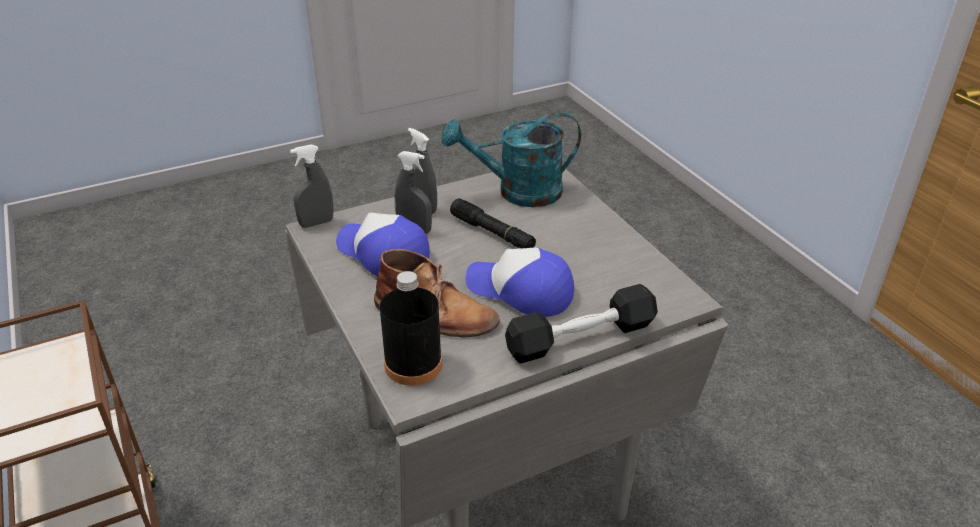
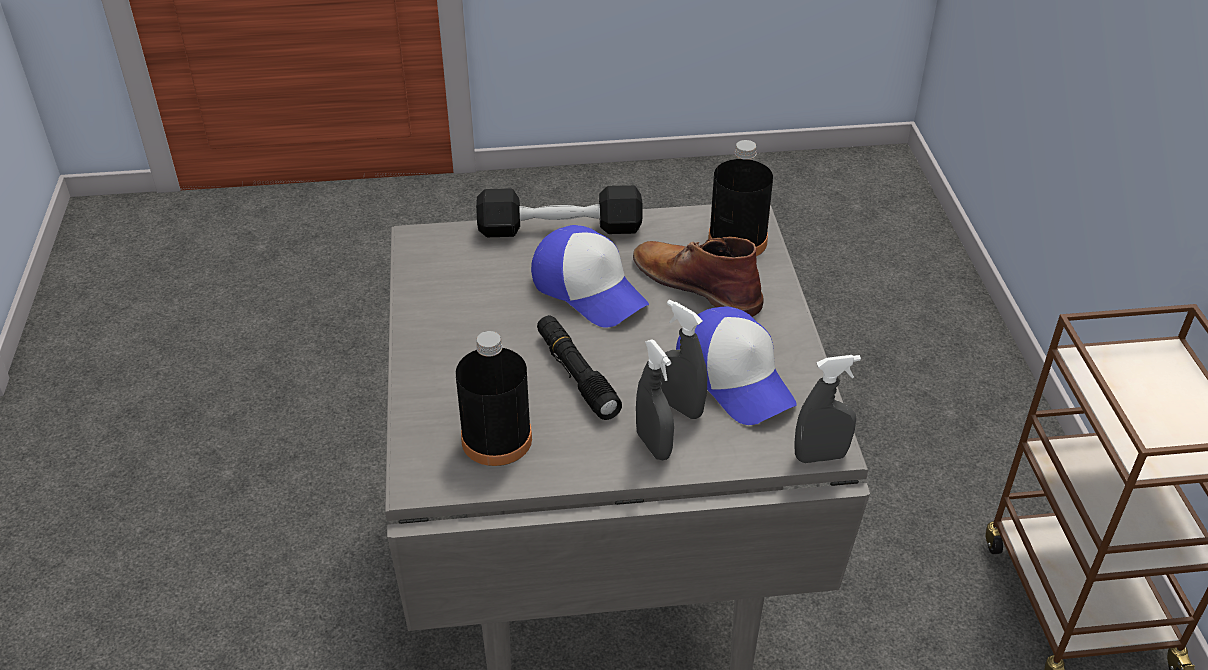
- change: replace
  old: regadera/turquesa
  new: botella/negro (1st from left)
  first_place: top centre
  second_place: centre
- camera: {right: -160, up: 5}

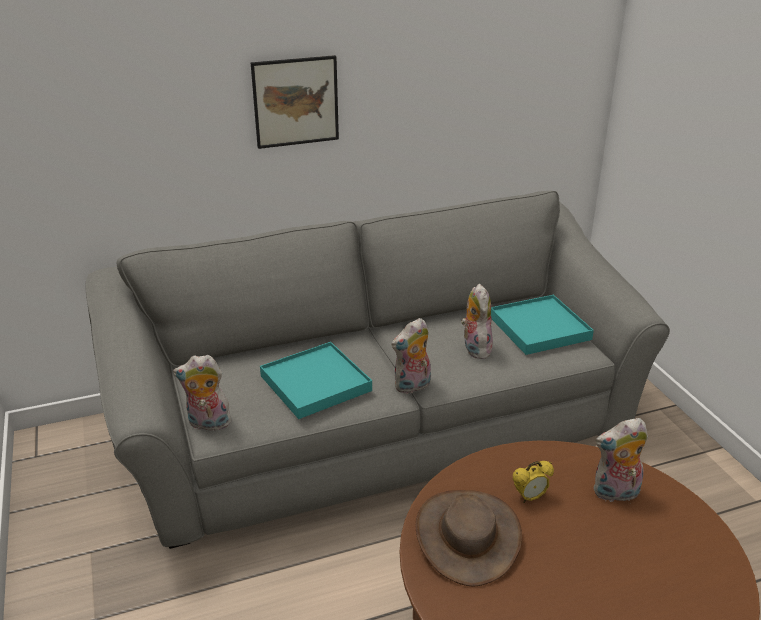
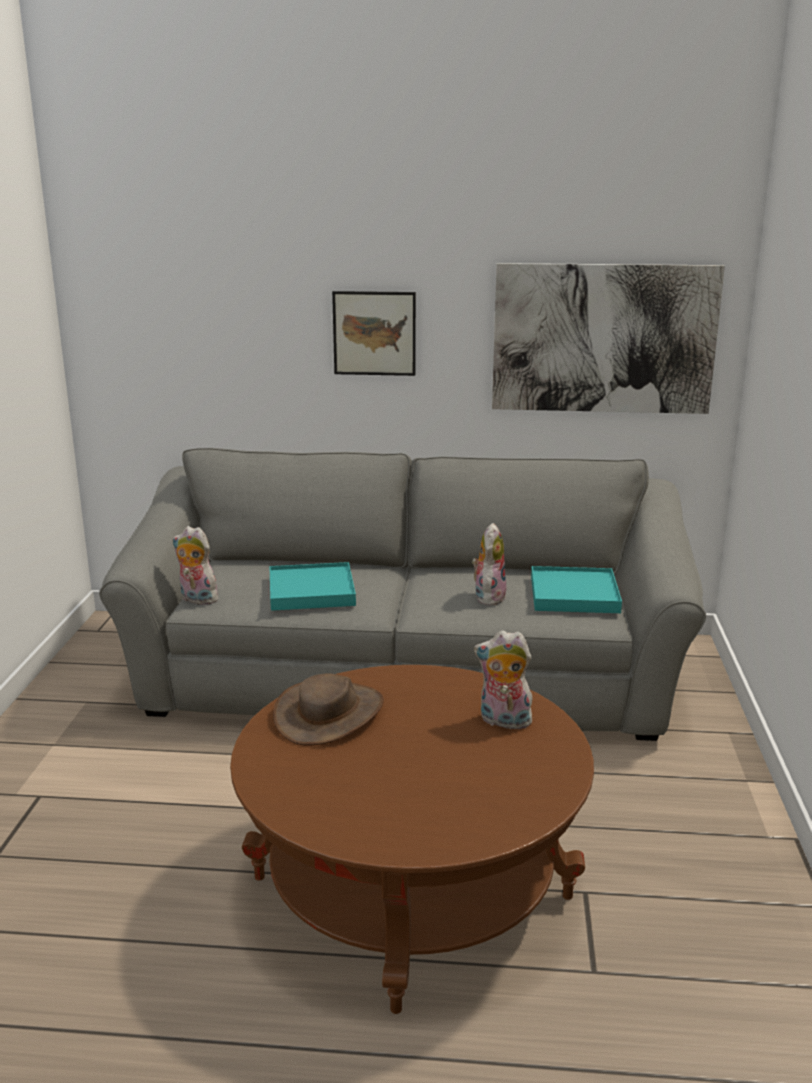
- change: insert
  new: cuadro (2nd from left)
  second_place: top right
- change: delete
  old: peluche (2nd from left)
  first_place: centre
- change: delete
  old: despertador
  first_place: bottom right
- camera: {right: 25, up: -10}

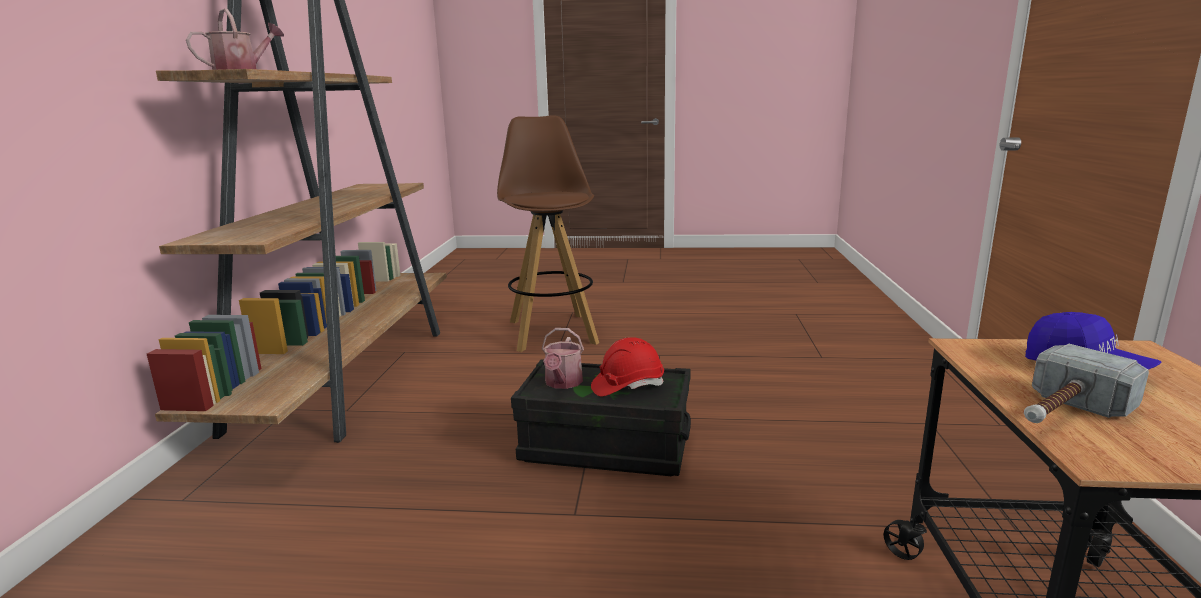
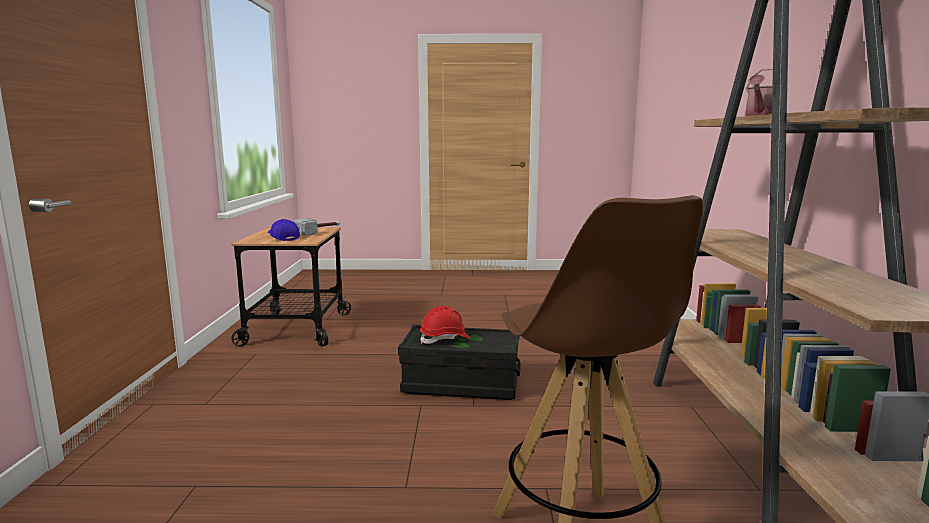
- change: delete
  old: regadera (2nd from left)
  first_place: centre
- camera: {right: 175, up: -5}

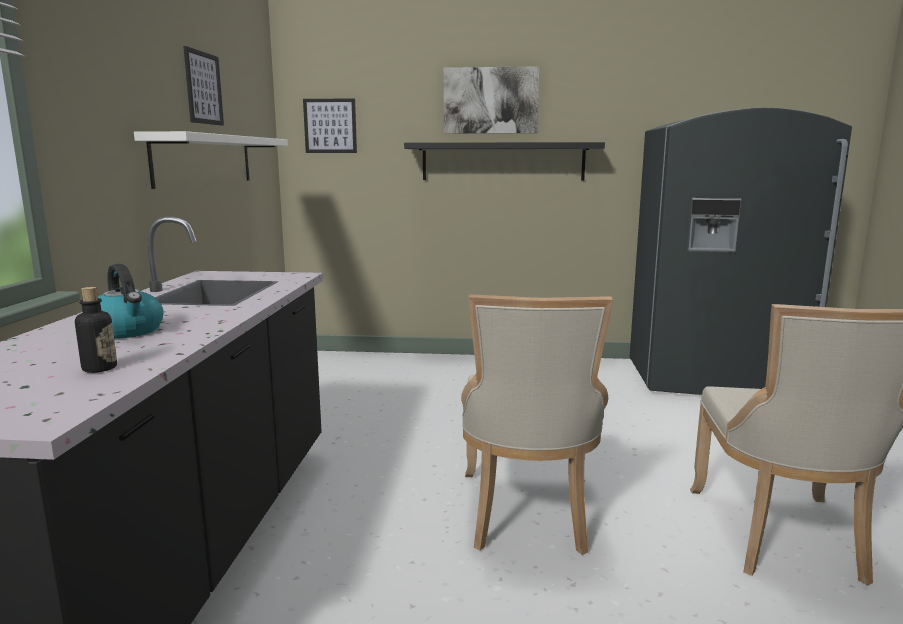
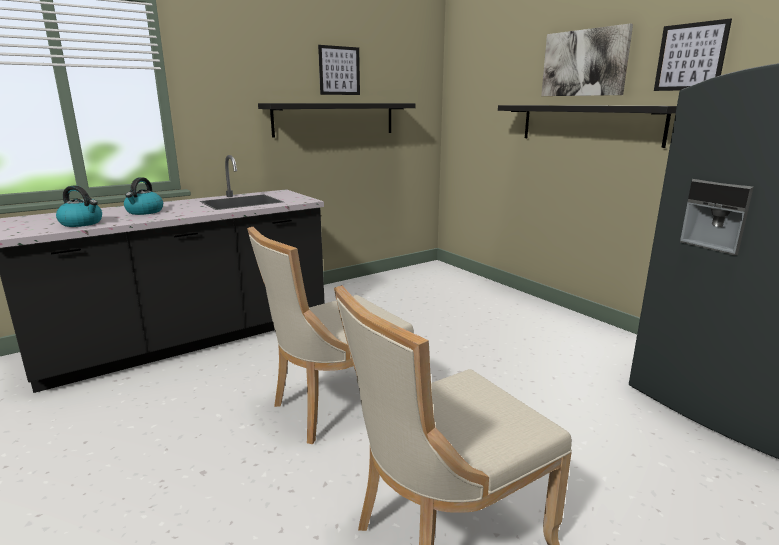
- change: replace
  old: botella
  new: hervidor (1st from left)
  first_place: middle left
  second_place: middle left
- change: recolor
  old: estante/blanco
  new: estante/negro (1st from left)
  first_place: top left
  second_place: top centre
- change: move
  old: cuadro (2nd from left in the first image)
  new: cuadro (3rd from left)
  first_place: top centre
  second_place: top right
- camera: {right: 50, up: 5}

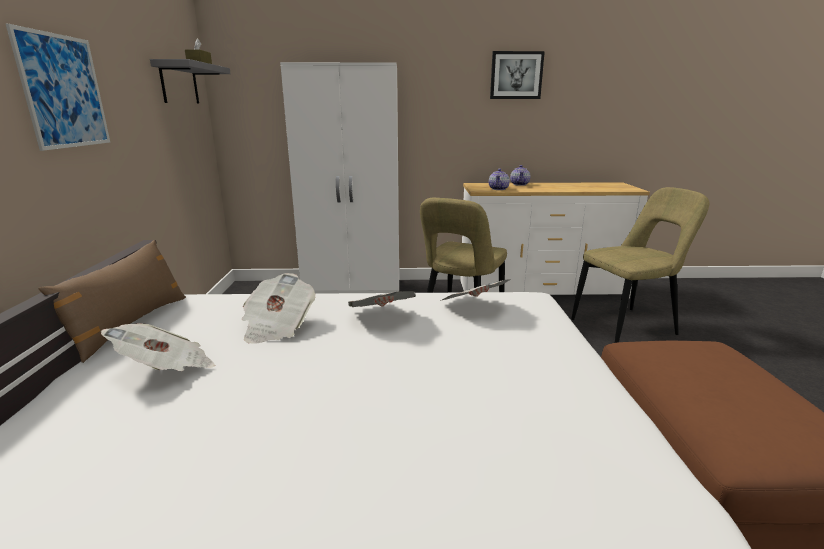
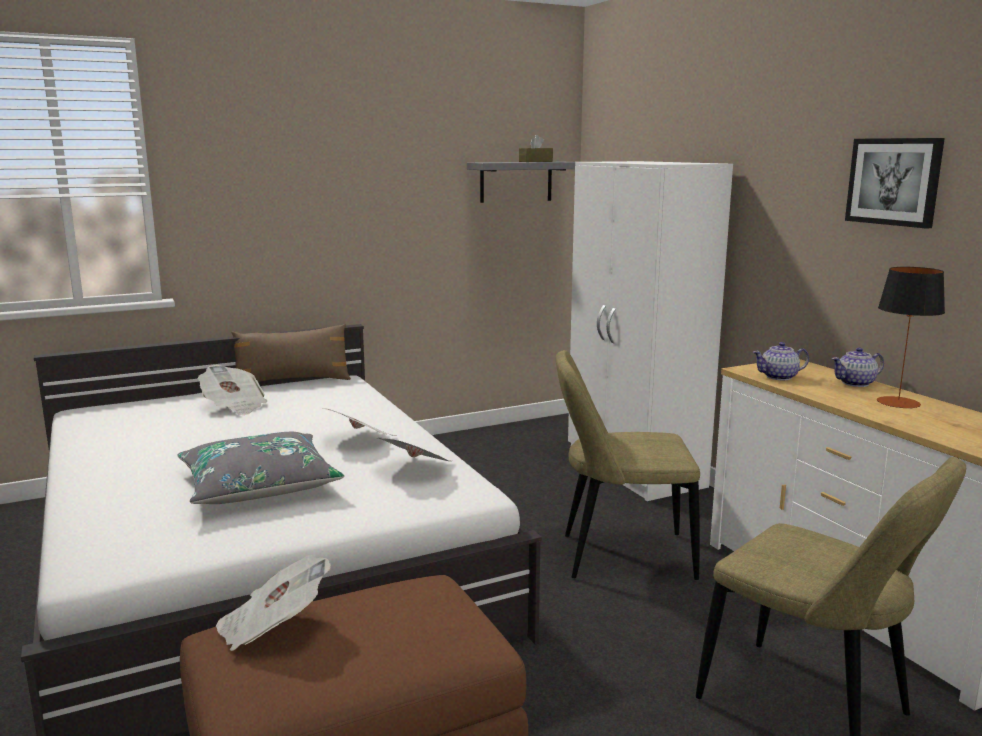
- change: insert
  new: cojín/gris
  second_place: middle left
- change: move
  old: periódico (2nd from left)
  first_place: centre
  second_place: bottom left
- change: insert
  new: lámpara de mesa
  second_place: middle right
- change: delete
  old: cuadro (1st from left)
  first_place: top left
- camera: {right: 65, up: -5}

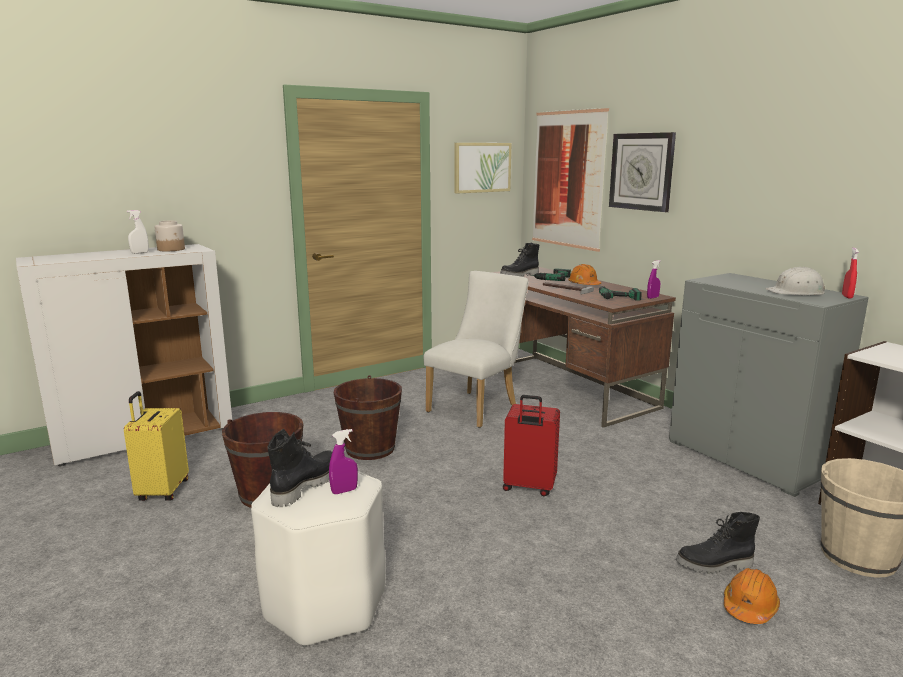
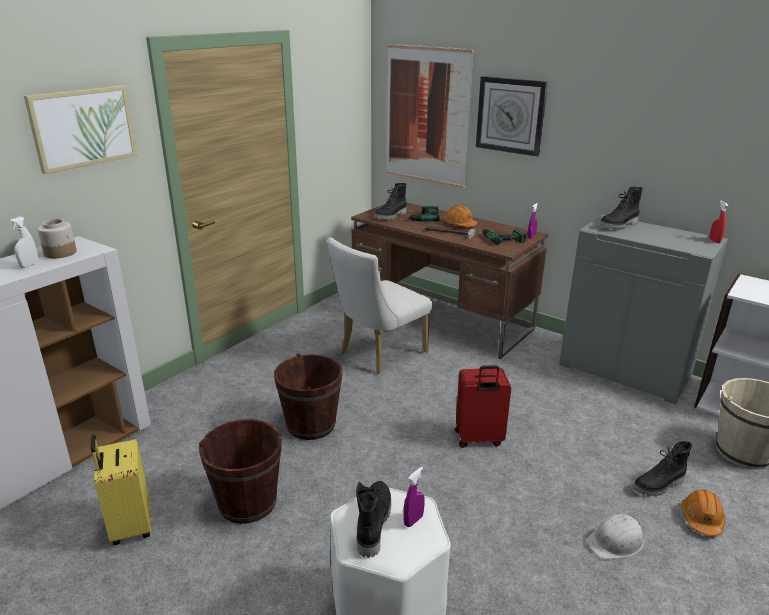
- change: move
  old: cuadro (1st from left)
  first_place: top centre
  second_place: top left
- change: rotate
  old: silla/blanco
  first_place: centre
  second_place: centre
  degrees: -150
- change: move
  old: casco/blanco
  first_place: middle right
  second_place: bottom right
- change: insert
  new: bota/negro (3rd from left)
  second_place: middle right
- camera: {right: -20, up: 10}

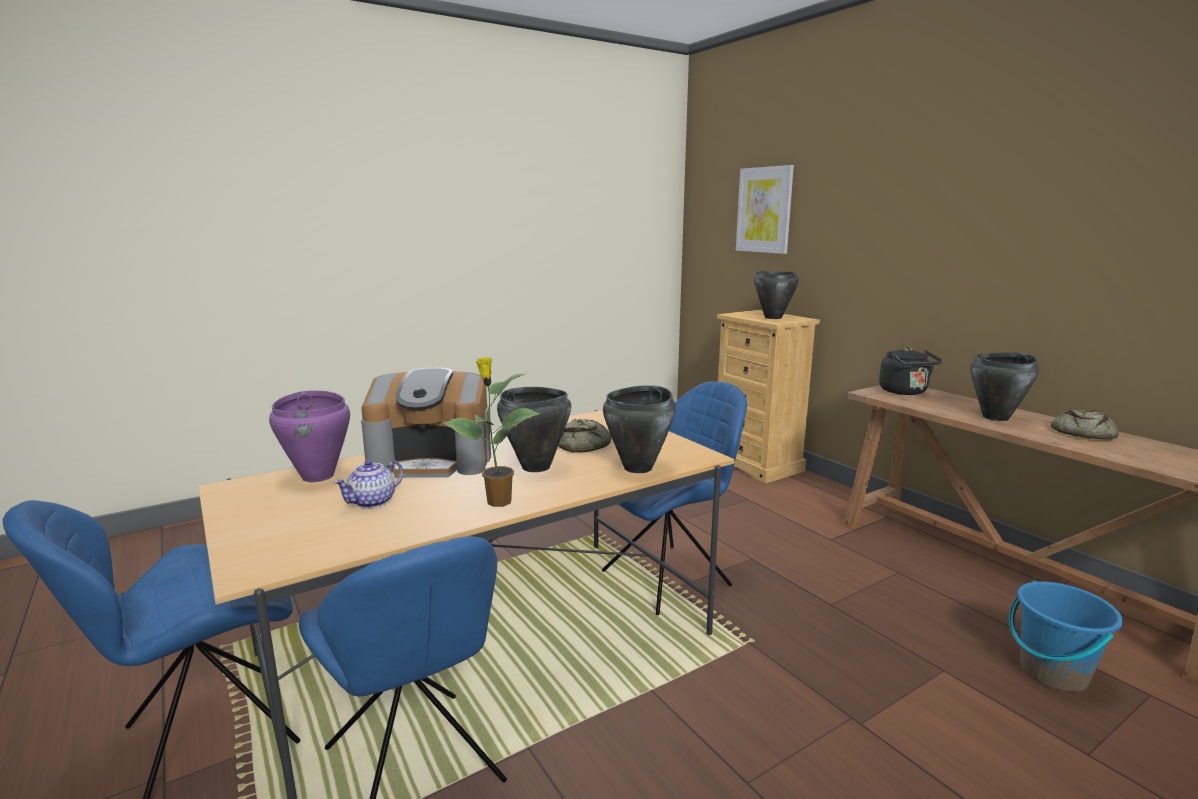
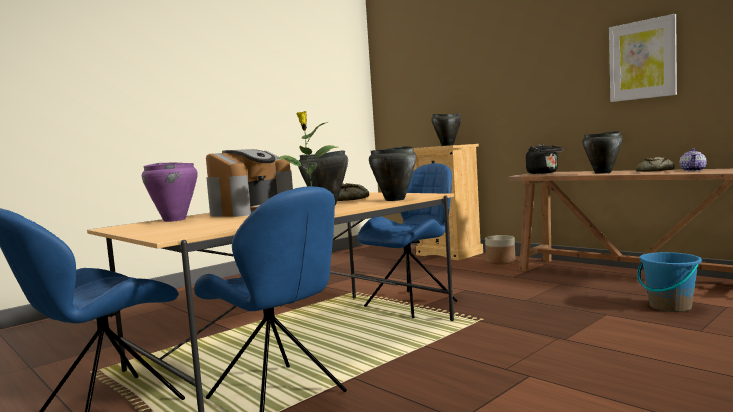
- change: rotate
  old: cafetera
  first_place: centre
  second_place: centre
  degrees: -45
- change: insert
  new: maceta
  second_place: middle right
- change: move
  old: cuadro
  first_place: top centre
  second_place: top right
- change: move
  old: tetera
  first_place: middle left
  second_place: middle right
- camera: {right: -10, up: -10}

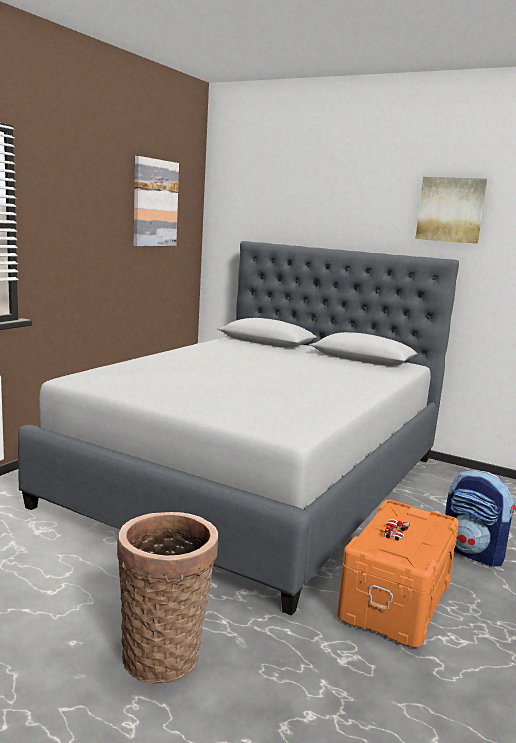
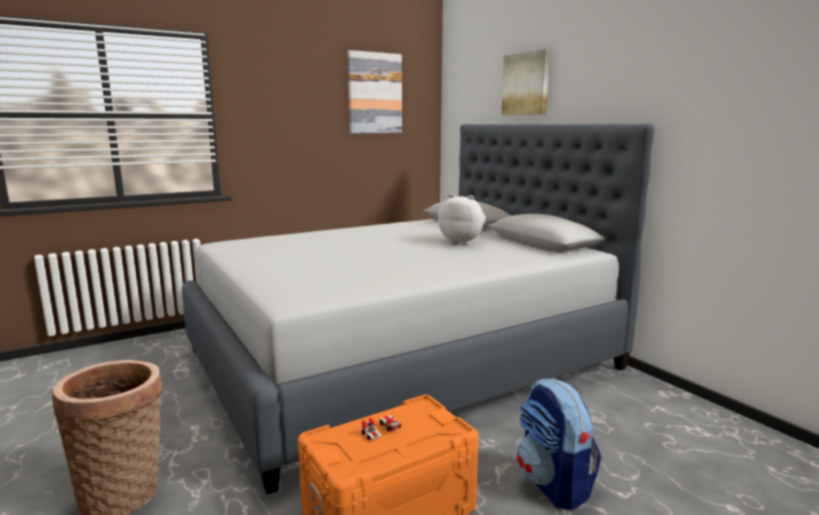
- change: insert
  new: peluche
  second_place: centre
- change: move
  old: cuadro (2nd from left)
  first_place: top right
  second_place: top centre
- camera: {right: 30, up: 0}

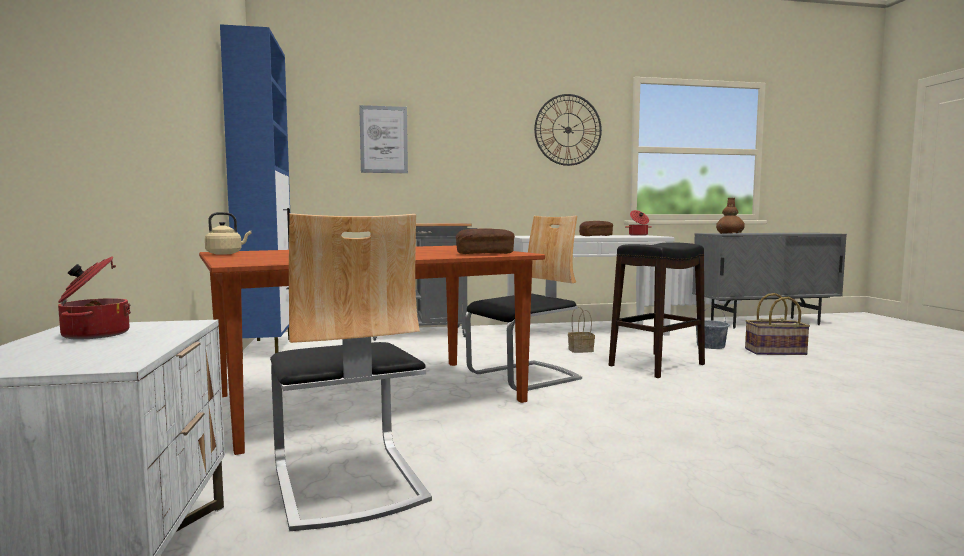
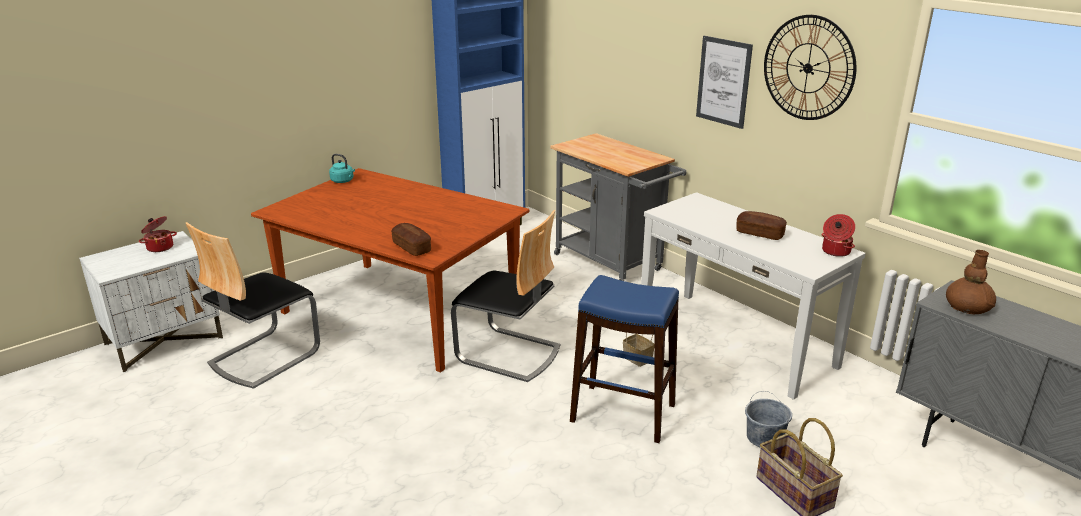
- change: recolor
  old: hervidor/beis
  new: hervidor/turquesa
  first_place: middle left
  second_place: top left
- change: recolor
  old: taburete/negro
  new: taburete/azul
  first_place: middle right
  second_place: bottom centre
- change: move
  old: cuadro
  first_place: top centre
  second_place: top right
- camera: {right: 60, up: 20}

